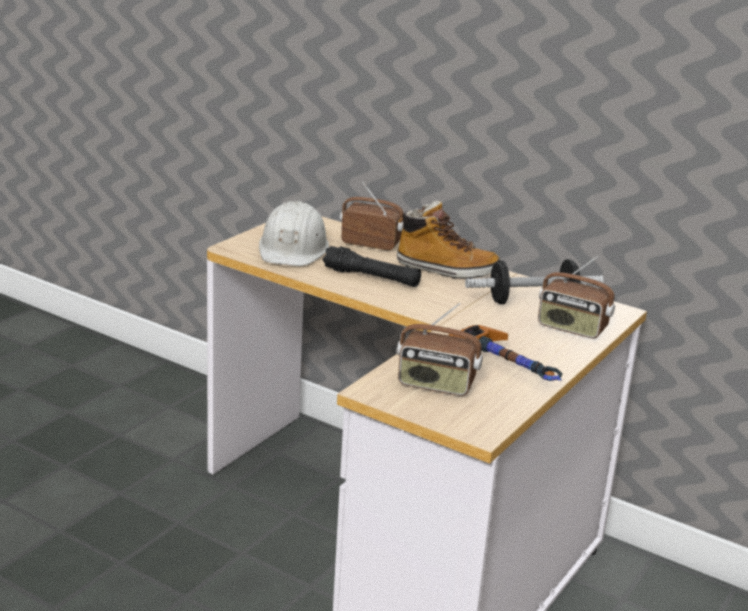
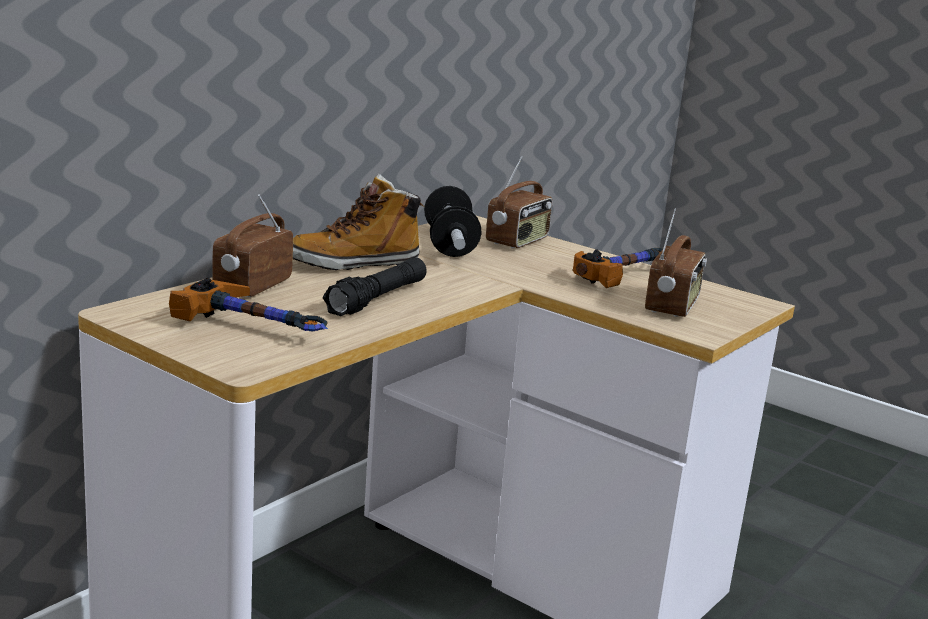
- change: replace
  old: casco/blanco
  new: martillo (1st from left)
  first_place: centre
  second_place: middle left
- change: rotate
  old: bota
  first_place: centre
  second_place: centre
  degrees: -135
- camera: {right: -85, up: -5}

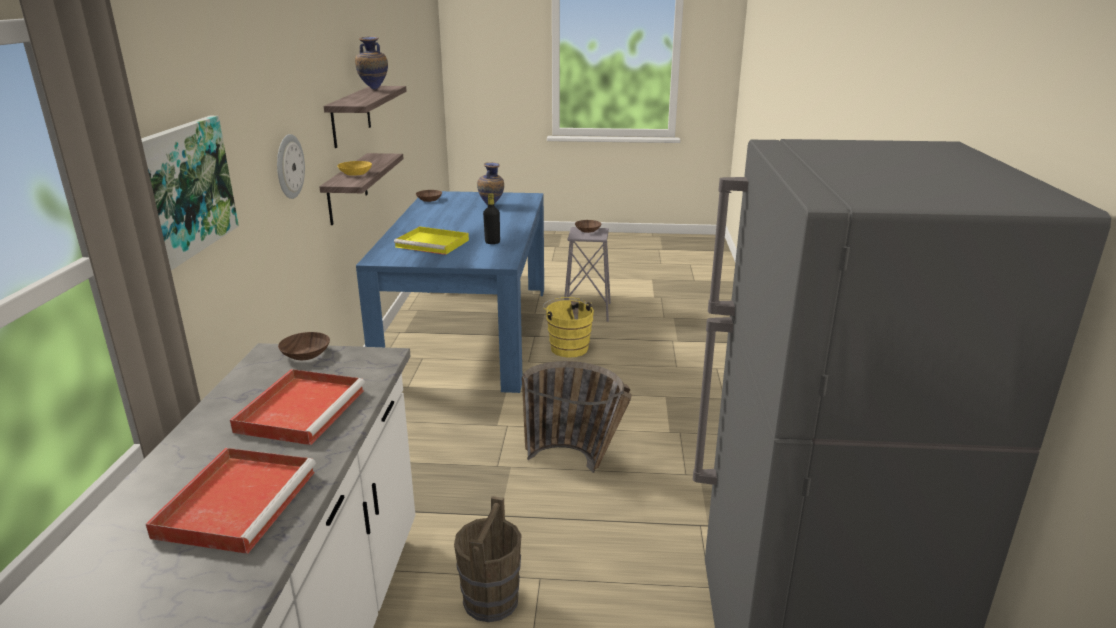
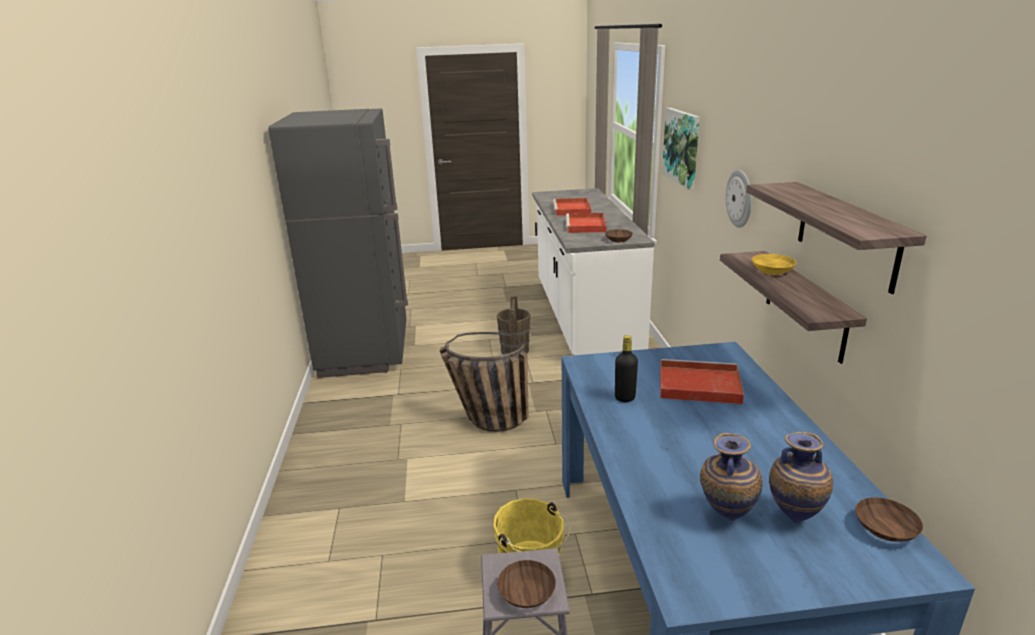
- change: recolor
  old: bandeja/amarillo
  new: bandeja/rojo (3rd from left)
  first_place: centre
  second_place: middle right
- change: move
  old: florero (1st from left in the first image)
  new: florero (2nd from left)
  first_place: top left
  second_place: bottom right
- camera: {right: 170, up: 0}

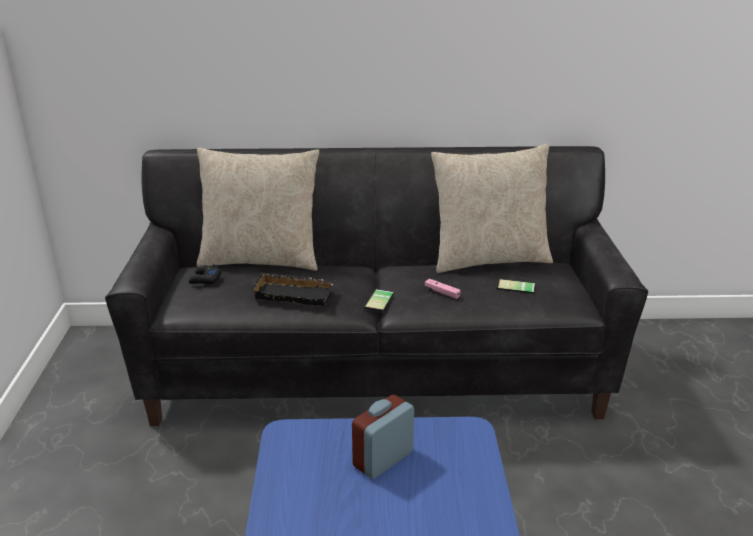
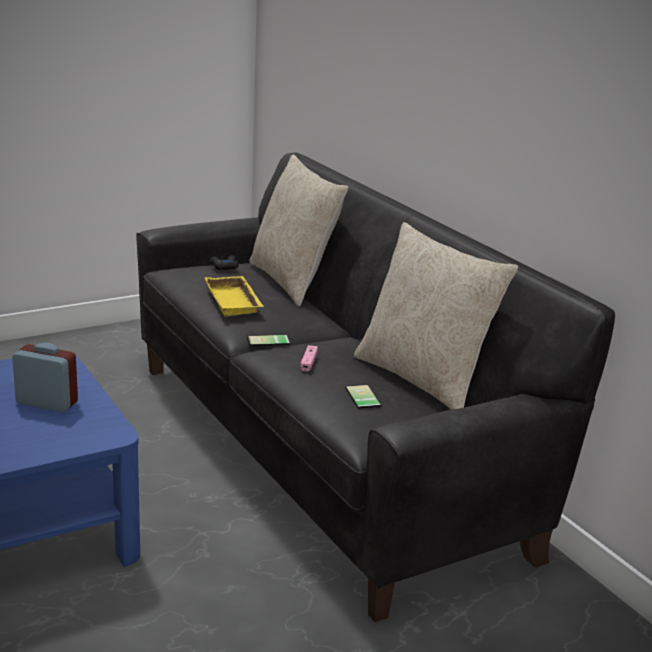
- change: recolor
  old: bandeja/negro
  new: bandeja/amarillo
  first_place: centre
  second_place: centre
- camera: {right: 60, up: -5}

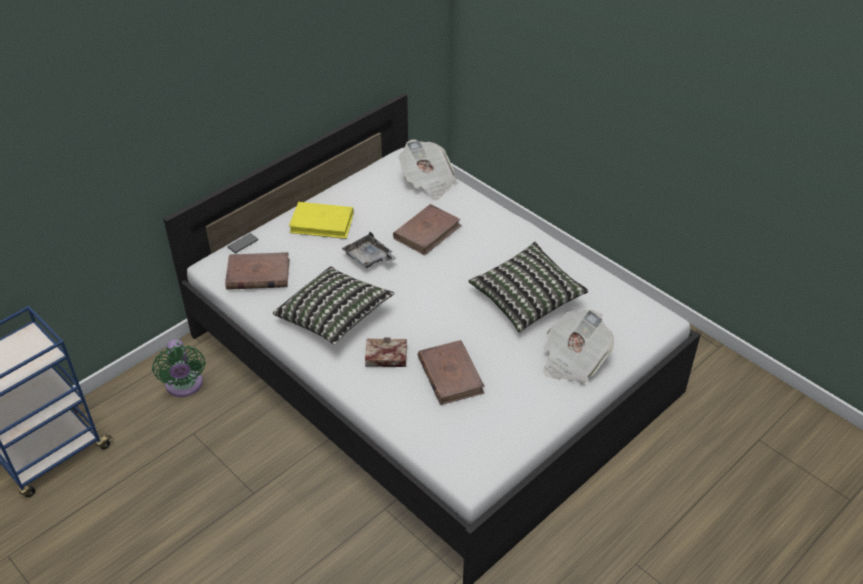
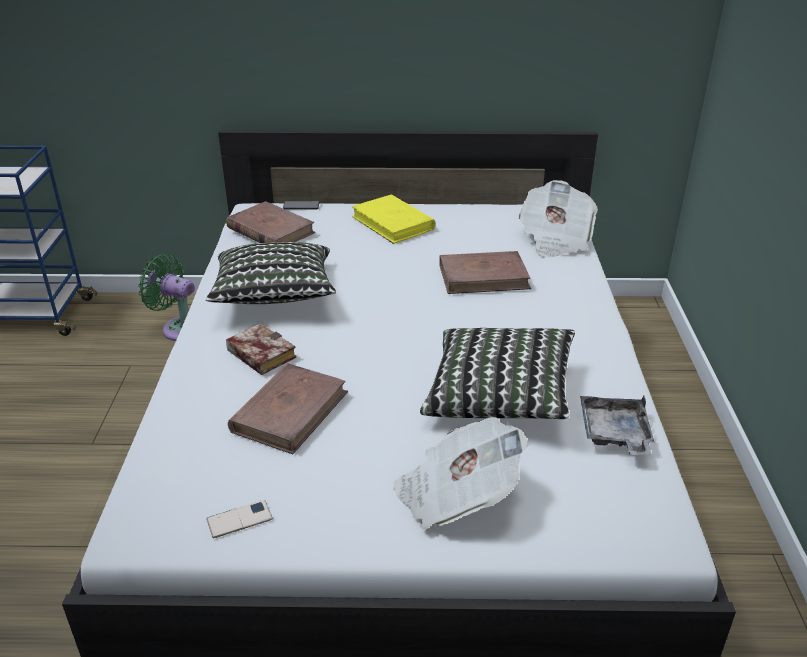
- change: rotate
  old: ventilador/verde
  first_place: middle left
  second_place: middle left
  degrees: 90
- change: insert
  new: móvil (1st from left)
  second_place: bottom left
- change: move
  old: bandeja/gris
  first_place: centre
  second_place: middle right
- camera: {right: 45, up: -10}

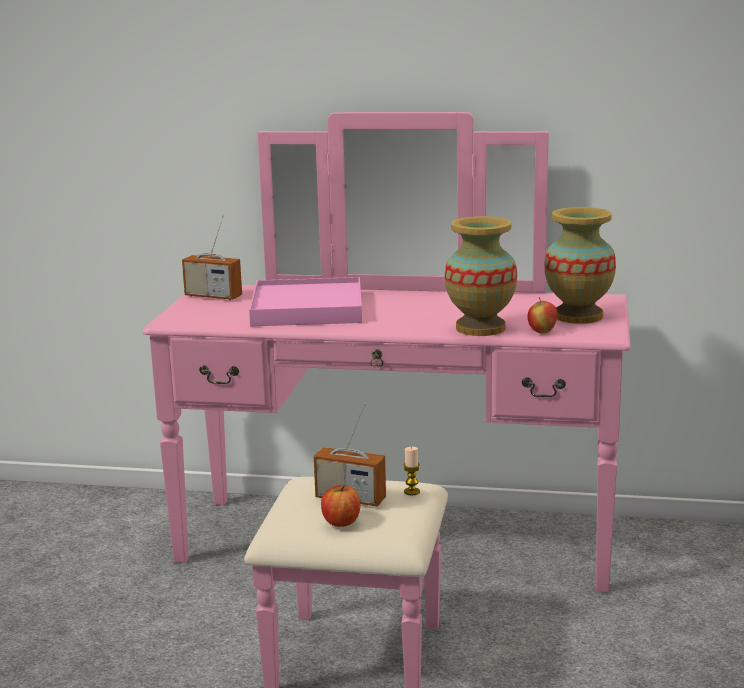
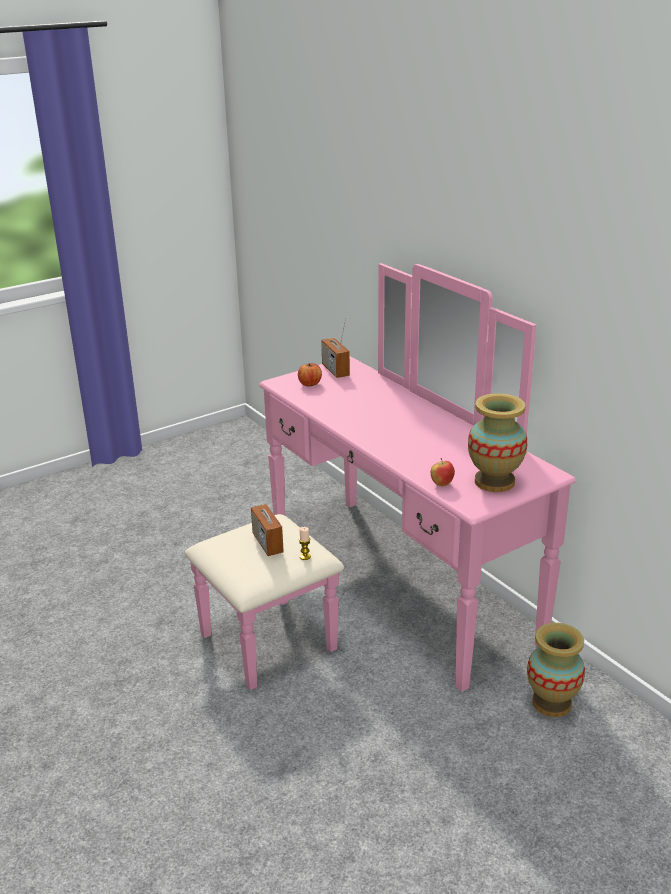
- change: move
  old: manzana (1st from left)
  first_place: bottom centre
  second_place: centre
- change: move
  old: florero (1st from left in the first image)
  new: florero (2nd from left)
  first_place: centre
  second_place: bottom right
- change: delete
  old: bandeja/rosa
  first_place: centre
- camera: {right: 45, up: 10}

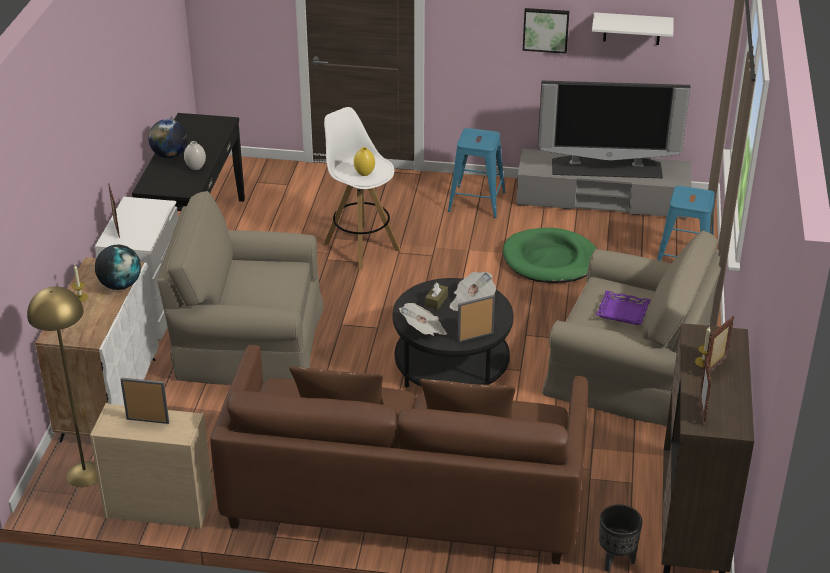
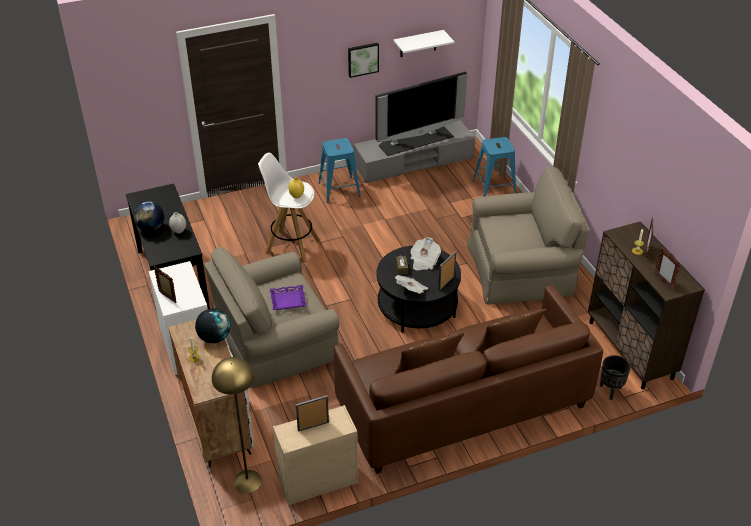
- change: move
  old: bandeja/morado
  first_place: middle right
  second_place: centre
- change: delete
  old: cama para perro/verde
  first_place: centre
- camera: {right: -30, up: 5}

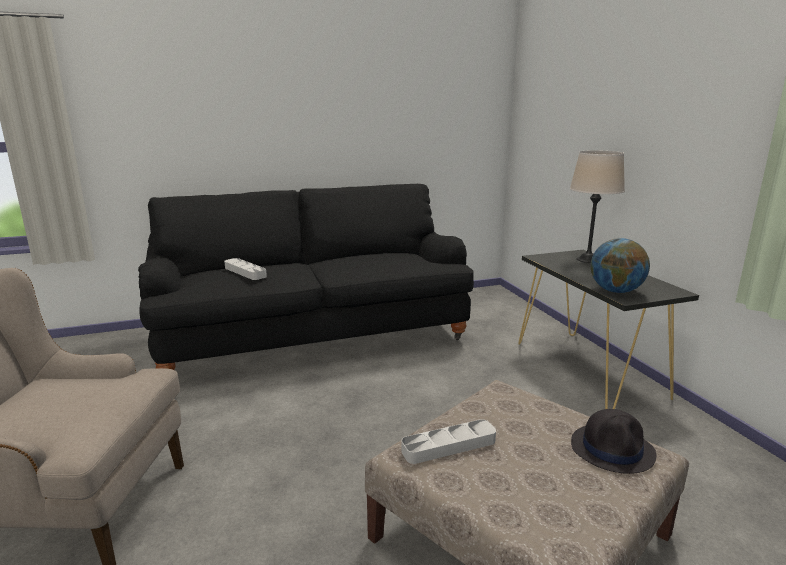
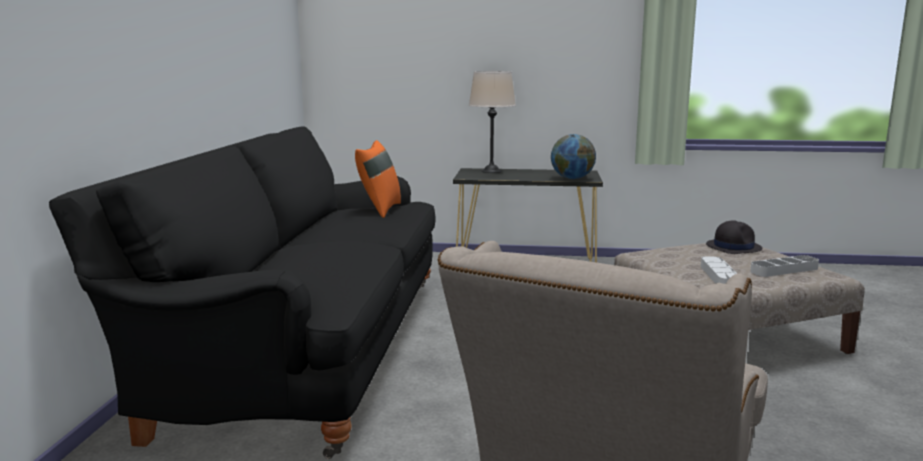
- change: insert
  new: cojín/naranja
  second_place: centre
- change: move
  old: bandeja/gris (1st from left in the first image)
  new: bandeja/gris (2nd from left)
  first_place: middle left
  second_place: middle right
- camera: {right: -65, up: -5}

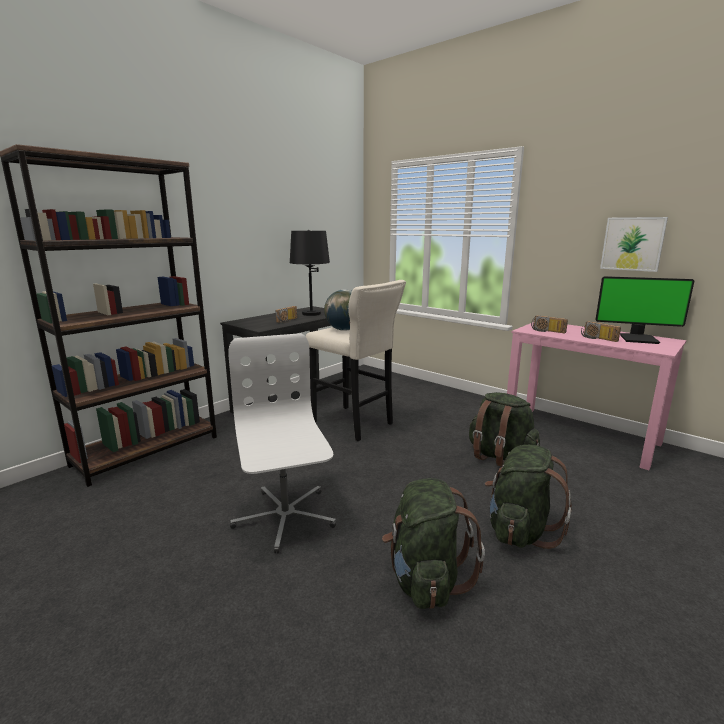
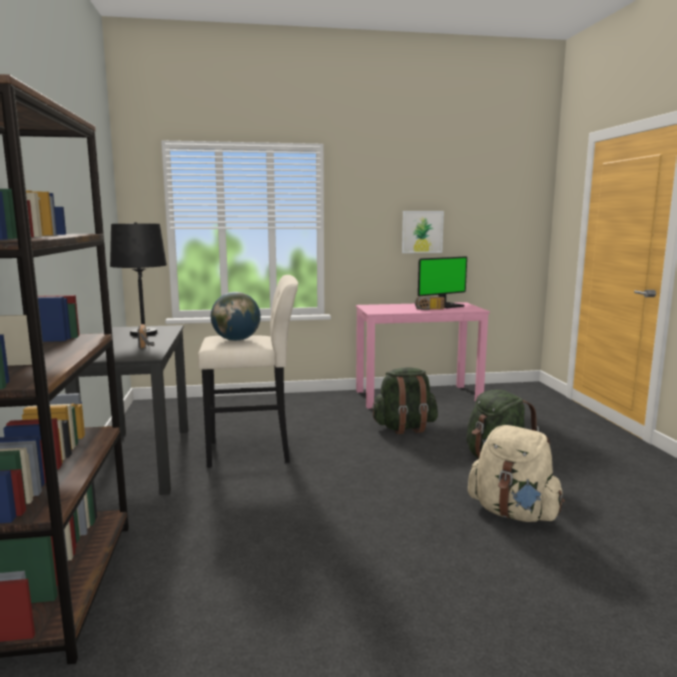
- change: recolor
  old: mochila/verde (1st from left)
  new: mochila/beis
  first_place: bottom centre
  second_place: bottom right
- change: delete
  old: silla de oficina/blanco
  first_place: centre
- change: delete
  old: radio (2nd from left)
  first_place: middle right
- camera: {right: -50, up: -5}

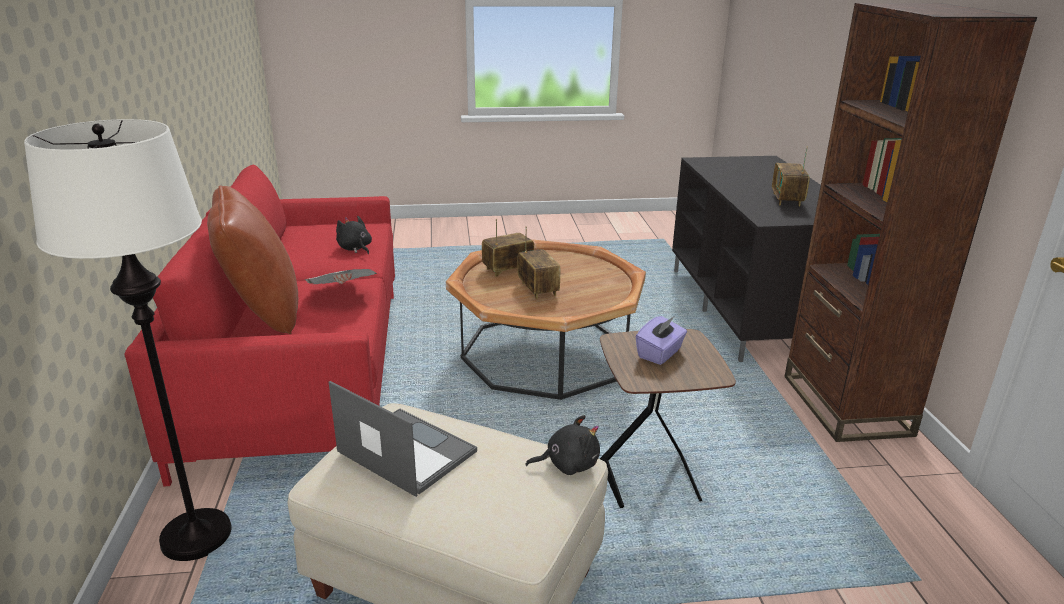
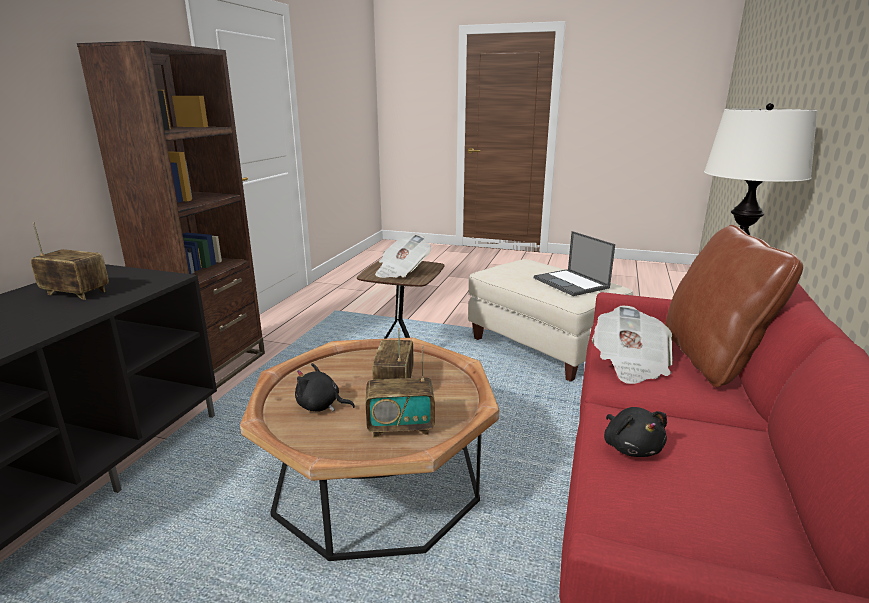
- change: rotate
  old: radio (3rd from left in the first image)
  first_place: top right
  second_place: middle left
  degrees: -105
- change: move
  old: peluche/negro (2nd from left in the first image)
  new: peluche/negro (1st from left)
  first_place: bottom centre
  second_place: centre
- change: replace
  old: caja de pañuelos/morado
  new: periódico (1st from left)
  first_place: centre
  second_place: centre
- camera: {right: -155, up: -5}

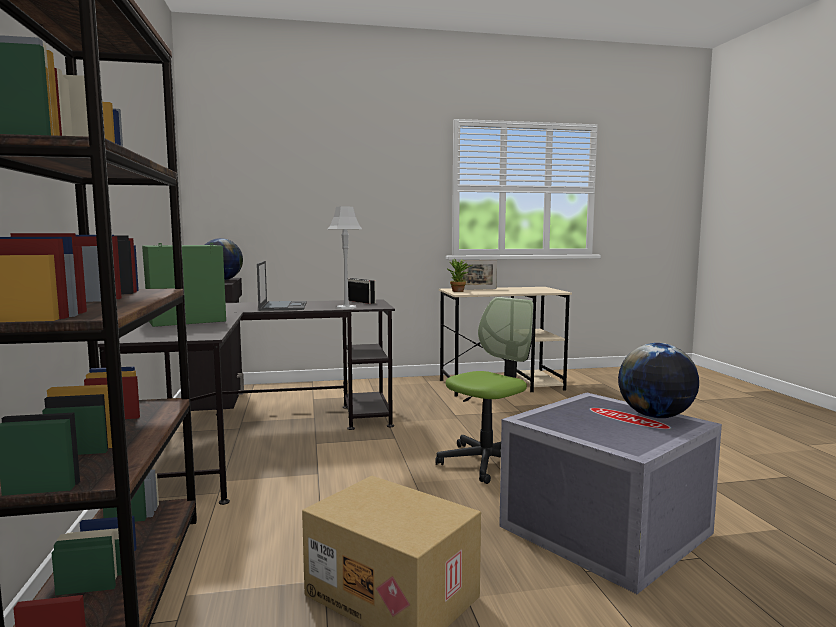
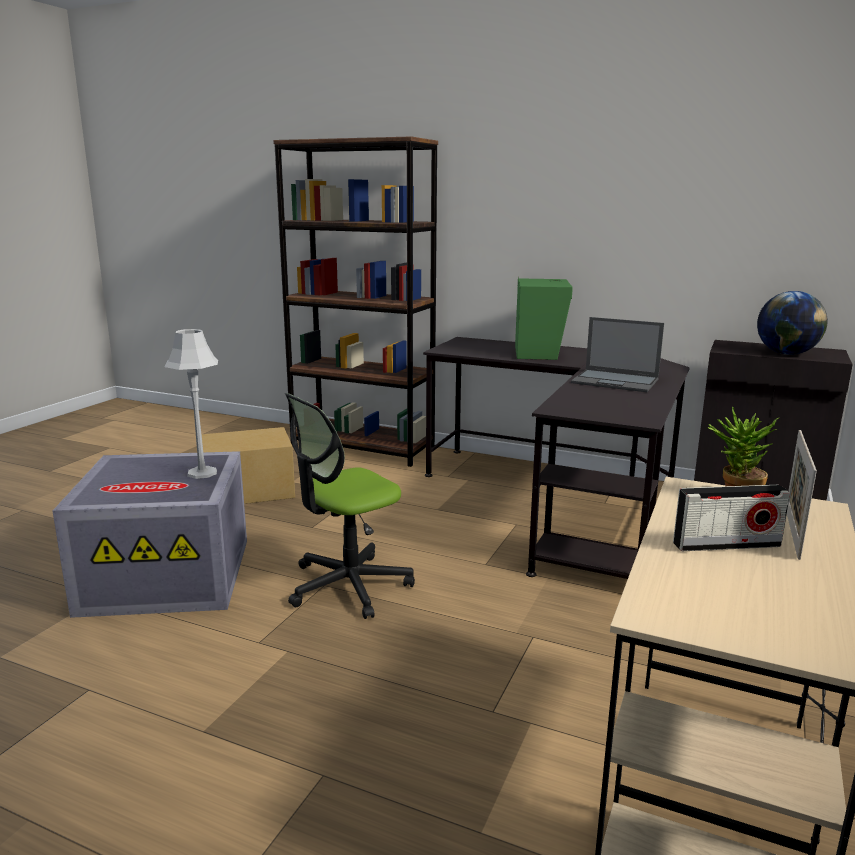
- change: move
  old: lámpara de mesa/gris
  first_place: centre
  second_place: middle left
- change: rotate
  old: silla de oficina
  first_place: centre
  second_place: centre
  degrees: 60
- change: move
  old: radio
  first_place: centre
  second_place: middle right
- change: delete
  old: globo terráqueo (2nd from left)
  first_place: middle right
- camera: {right: 125, up: 10}

